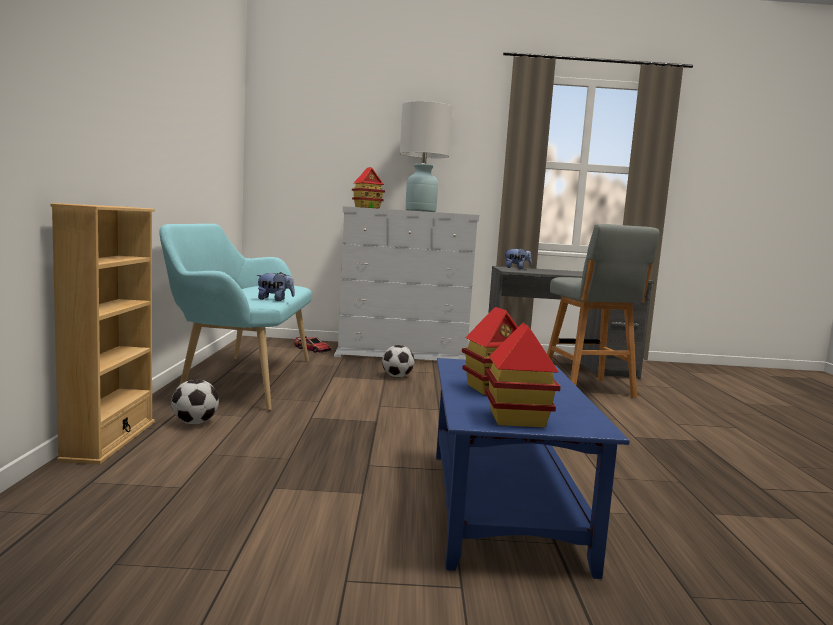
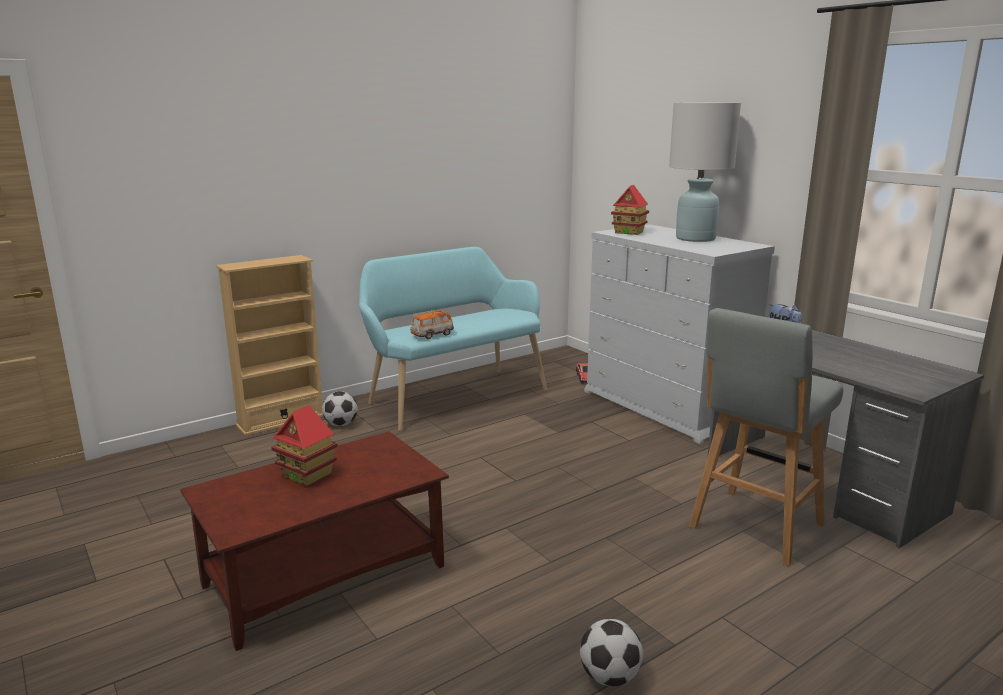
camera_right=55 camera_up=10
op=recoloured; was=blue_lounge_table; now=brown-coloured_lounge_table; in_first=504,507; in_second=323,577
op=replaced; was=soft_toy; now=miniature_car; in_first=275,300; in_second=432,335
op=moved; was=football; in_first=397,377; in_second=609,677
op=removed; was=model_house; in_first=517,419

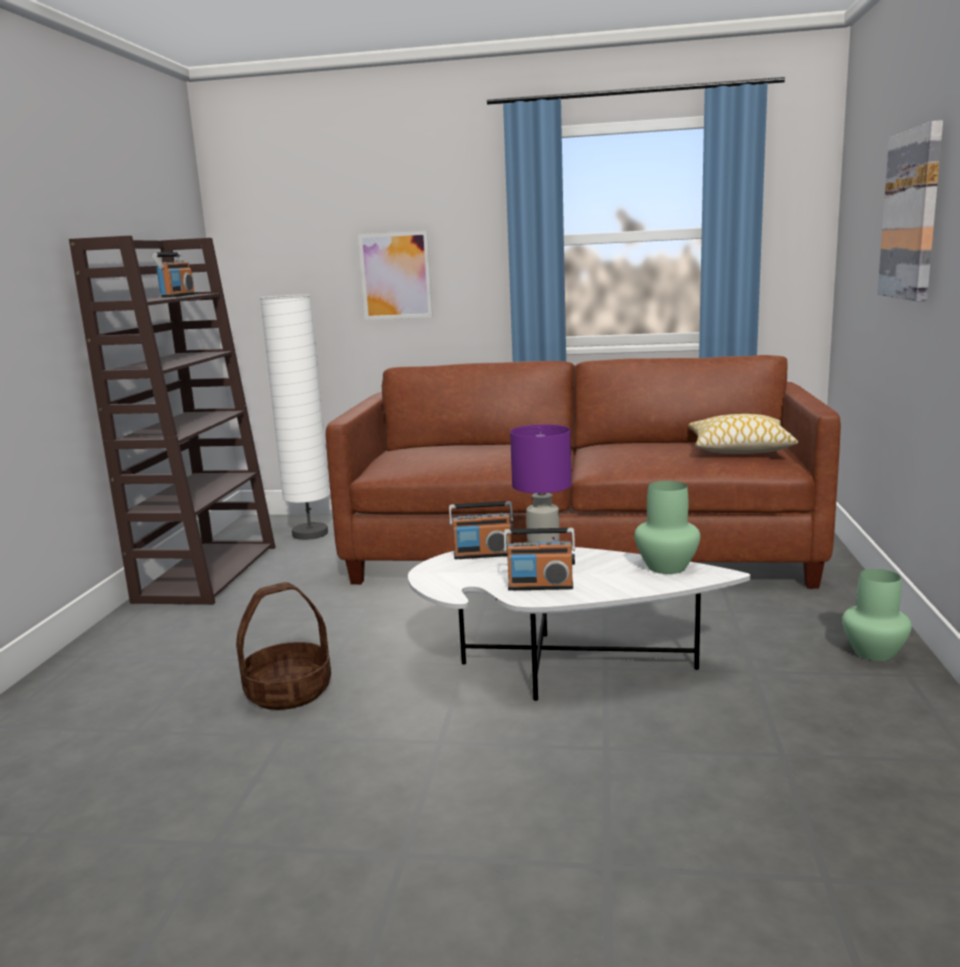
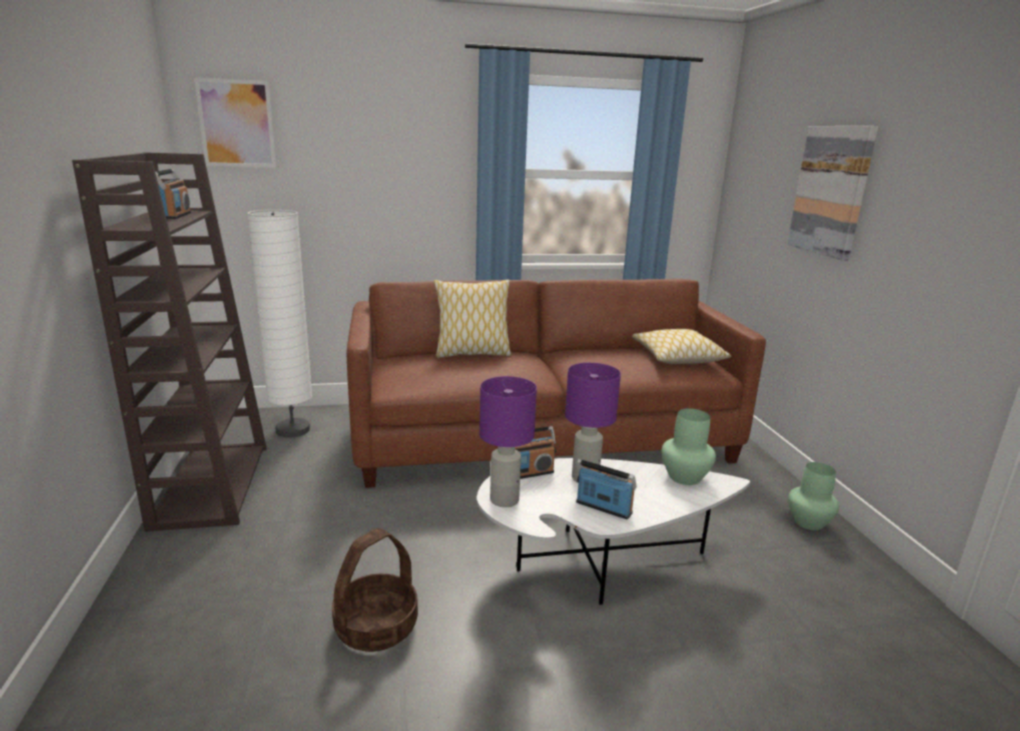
camera_right=-20 camera_up=5
op=moved; was=picture; in_first=395,276; in_second=236,124
op=added; now=cushion; in_second=472,354
op=added; now=purple_table_lamp; in_second=503,499
op=turned; was=radio_receiver; in_first=540,586; in_second=603,508; clockwise=-135

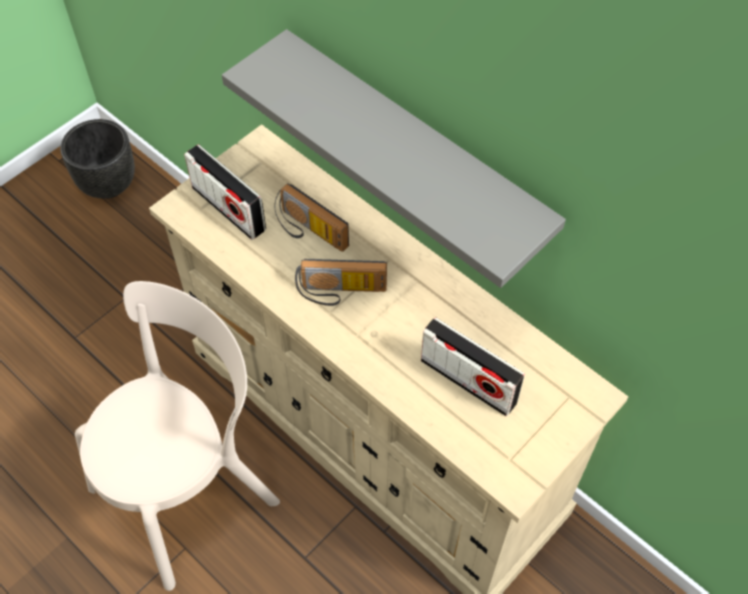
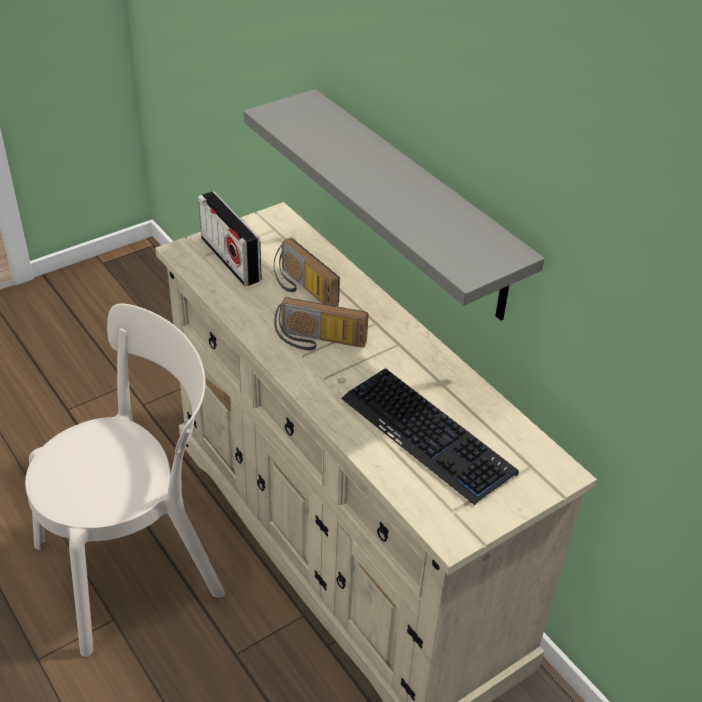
camera_right=10 camera_up=-15
op=replaced; was=radio_receiver; now=computer_keyboard; in_first=468,381; in_second=427,436
op=removed; was=black_plant_pot; in_first=109,186

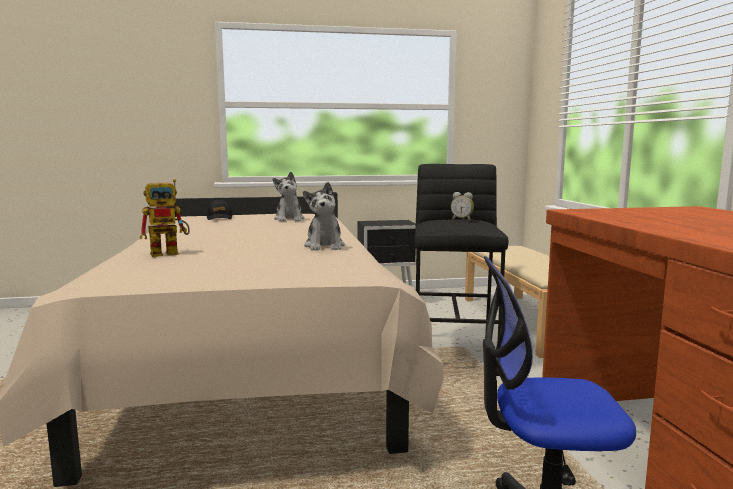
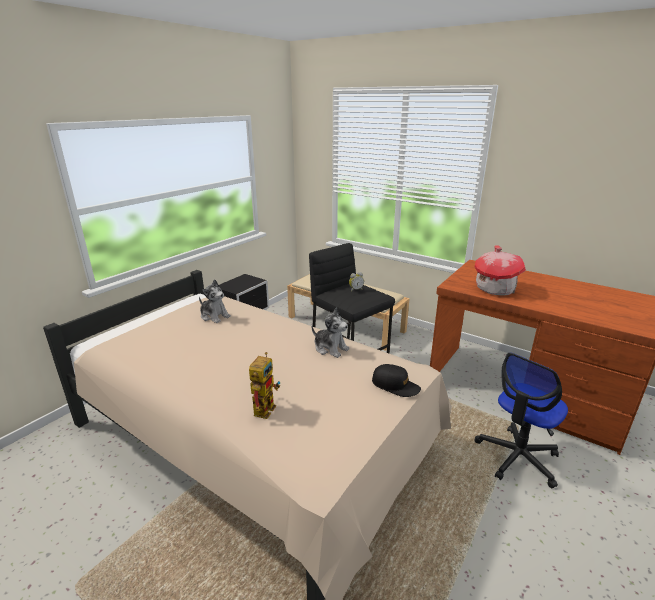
camera_right=-45 camera_up=15
op=moved; was=black_peaked_cap; in_first=219,218; in_second=395,385
op=added; now=model_house; in_second=495,288

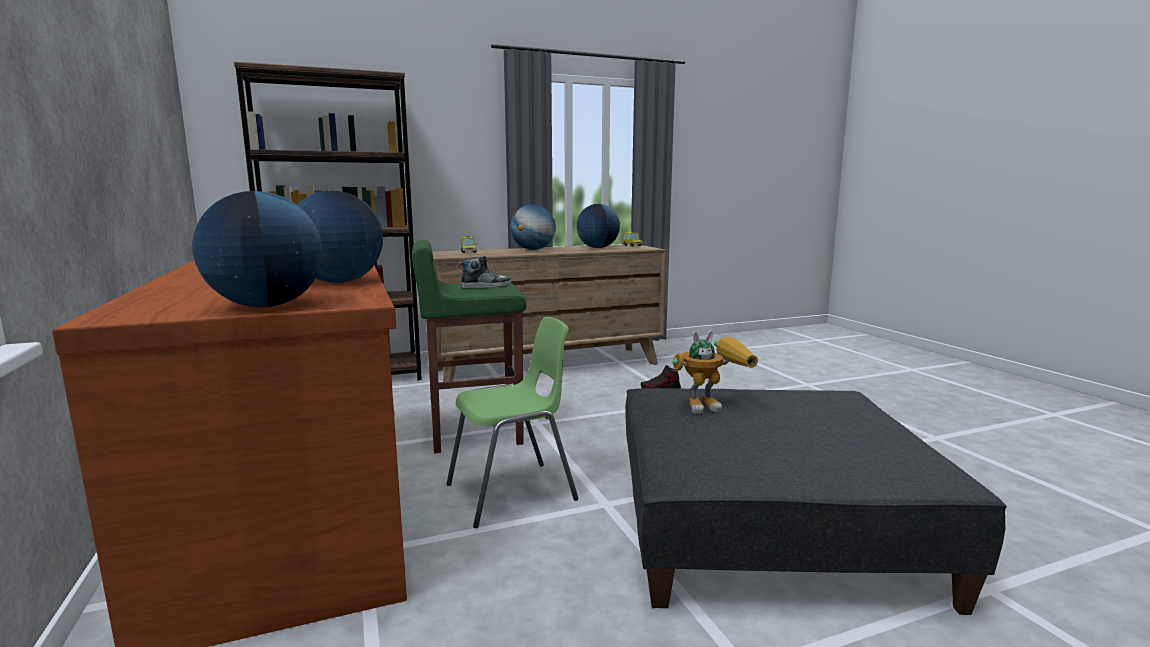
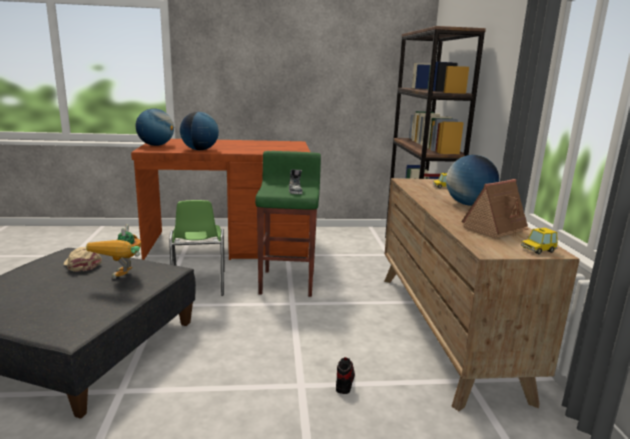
camera_right=105 camera_up=5
op=added; now=beige_peaked_cap; in_second=82,264
op=replaced; was=globe; now=model_house; in_first=597,248; in_second=495,228

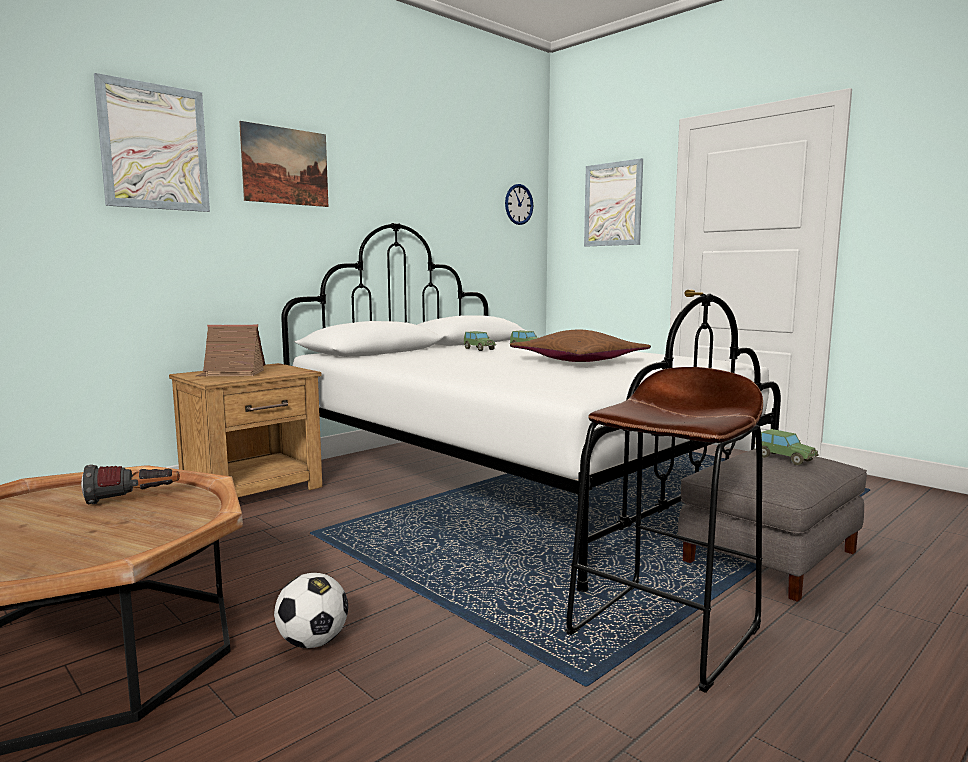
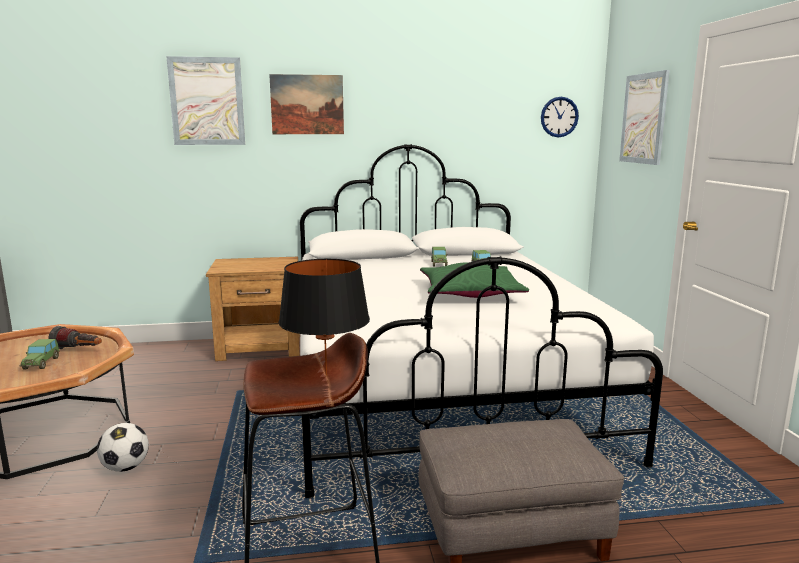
camera_right=35 camera_up=5
op=moved; was=miniature_car; in_first=784,459; in_second=41,363
op=added; now=black_table_lamp; in_second=326,375
op=recoloured; was=brown-coloured_cushion; now=greenish_cushion; in_first=578,361; in_second=470,293
op=removed; was=model_house; in_first=231,373

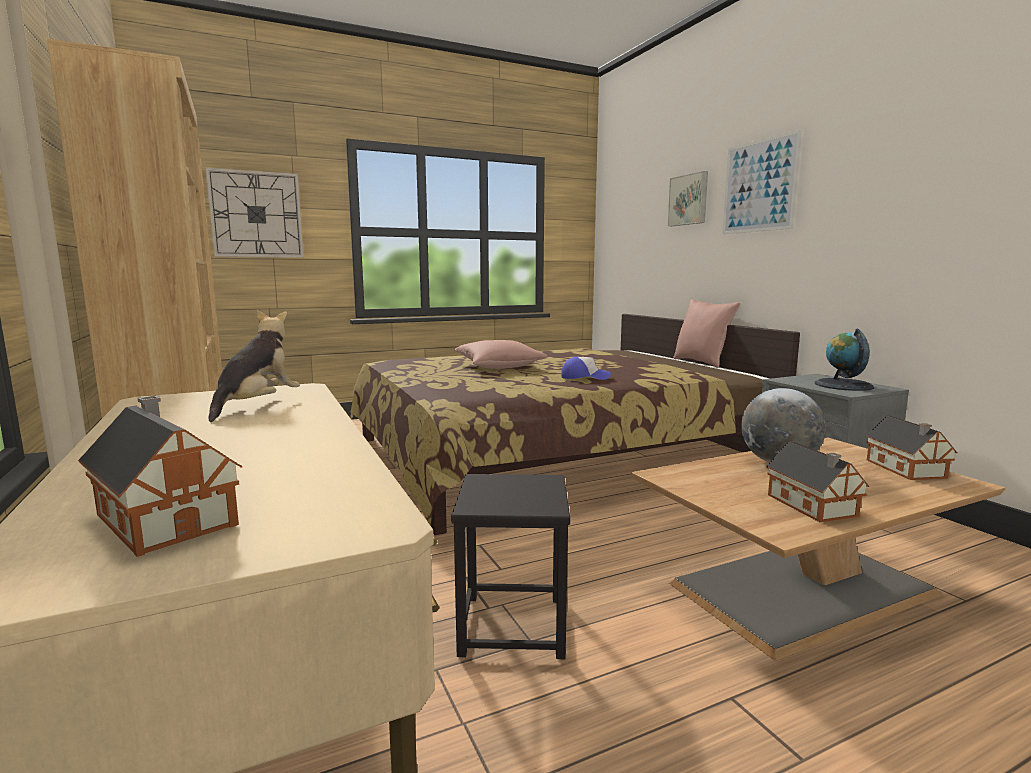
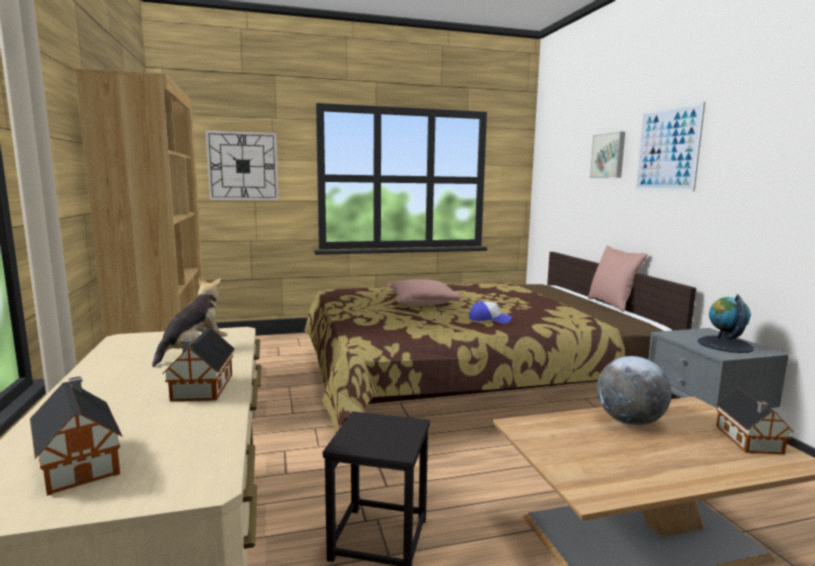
camera_right=10 camera_up=0
op=moved; was=model_house; in_first=813,506; in_second=201,388

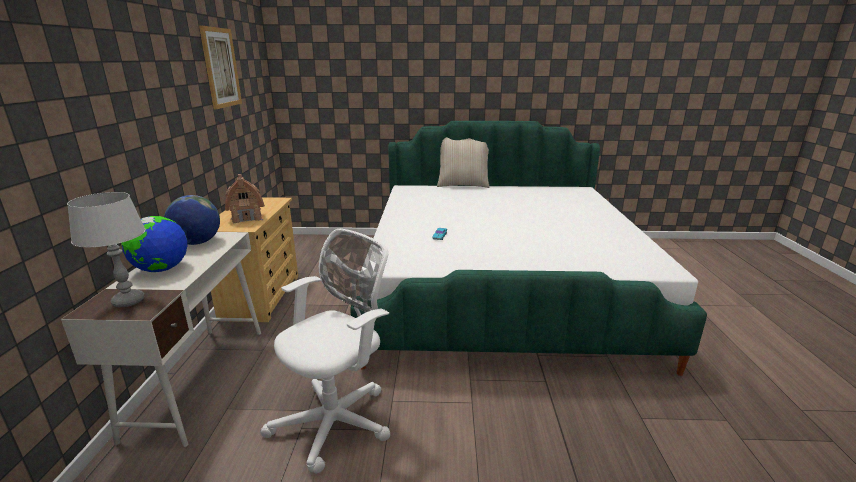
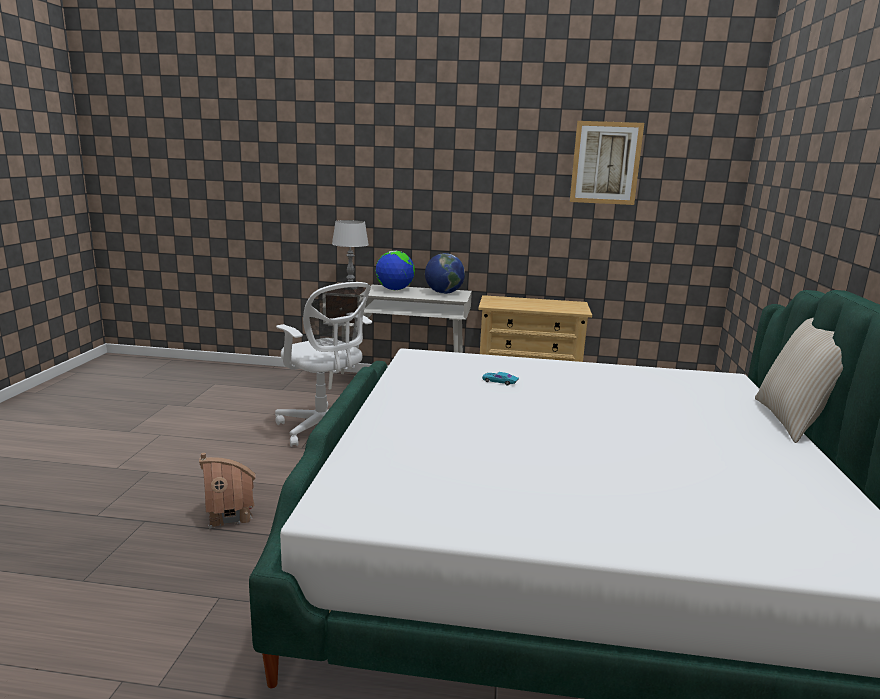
camera_right=95 camera_up=-5
op=moved; was=model_house; in_first=247,218; in_second=230,514

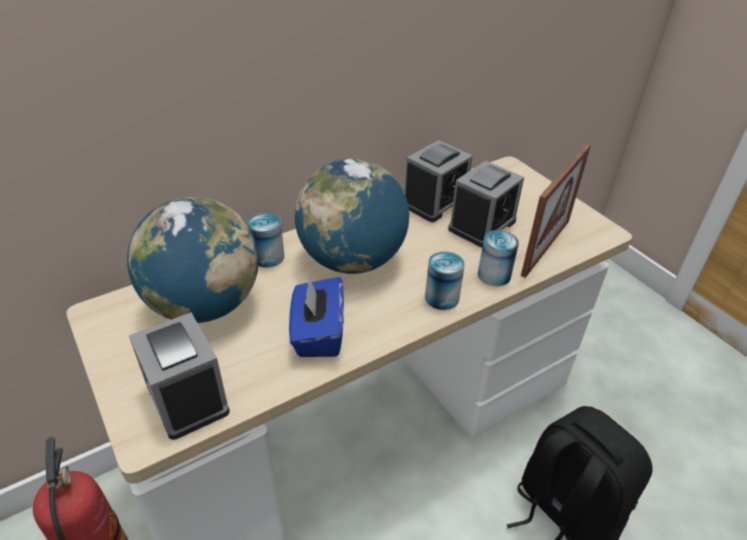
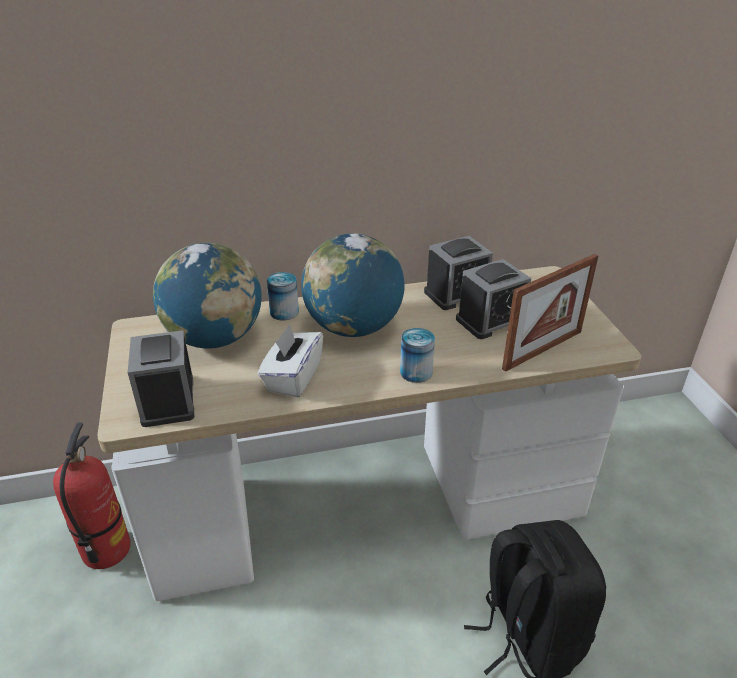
camera_right=20 camera_up=-5
op=recoloured; was=blue_box_of_tissues; now=white_box_of_tissues; in_first=318,334; in_second=293,378
op=removed; was=can; in_first=494,275

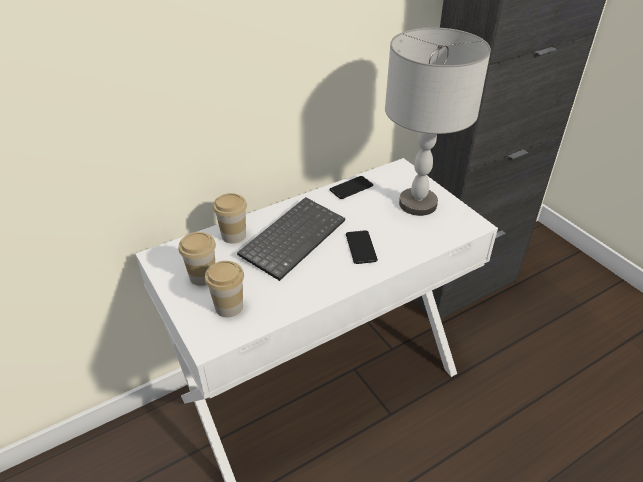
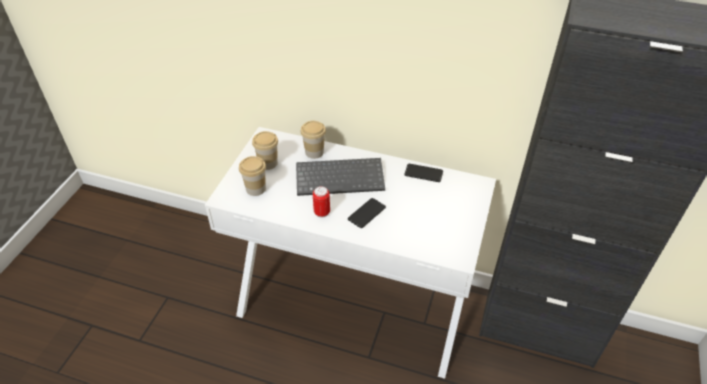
camera_right=50 camera_up=5
op=added; now=can; in_second=322,212
op=removed; was=gray_table_lamp; in_first=417,204

